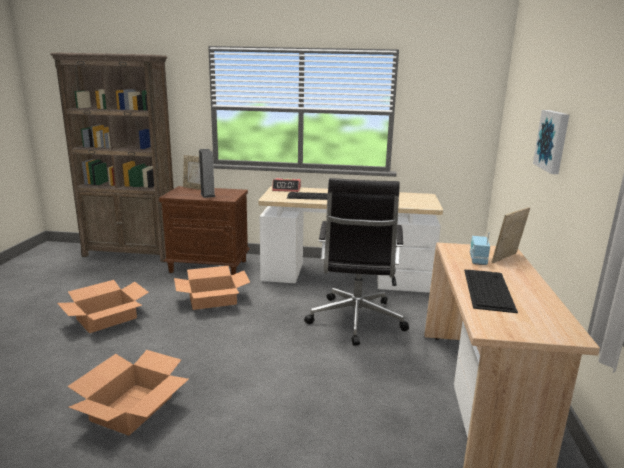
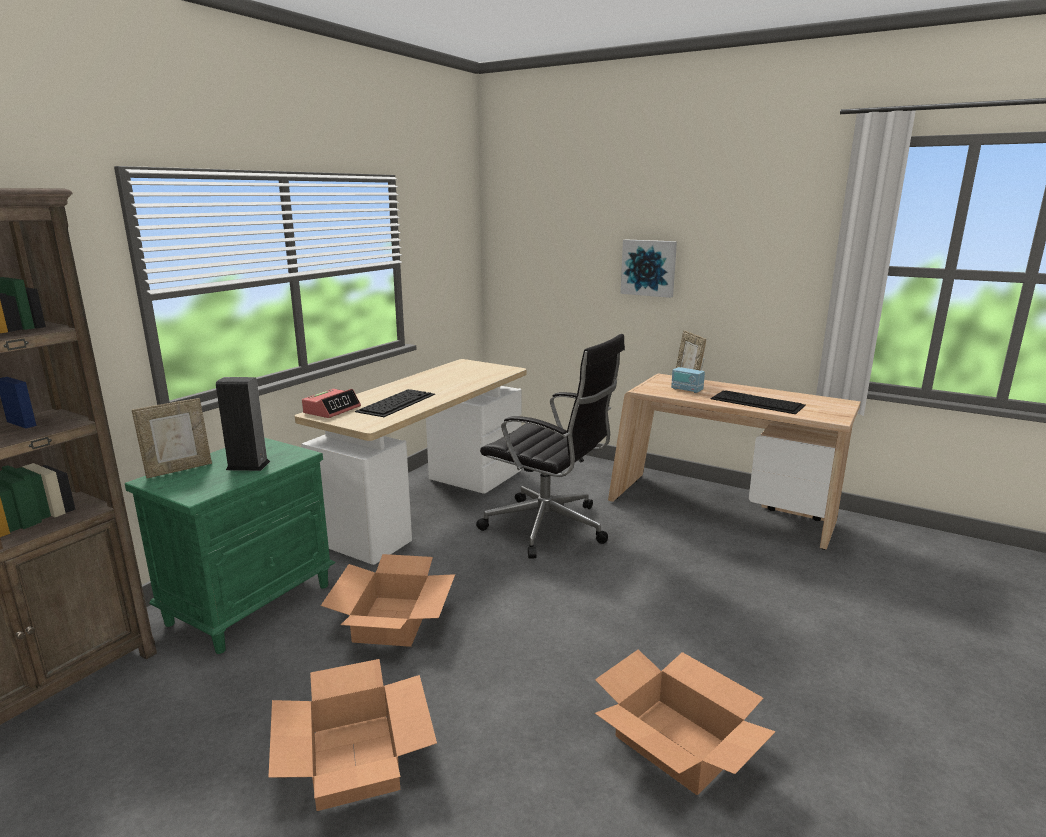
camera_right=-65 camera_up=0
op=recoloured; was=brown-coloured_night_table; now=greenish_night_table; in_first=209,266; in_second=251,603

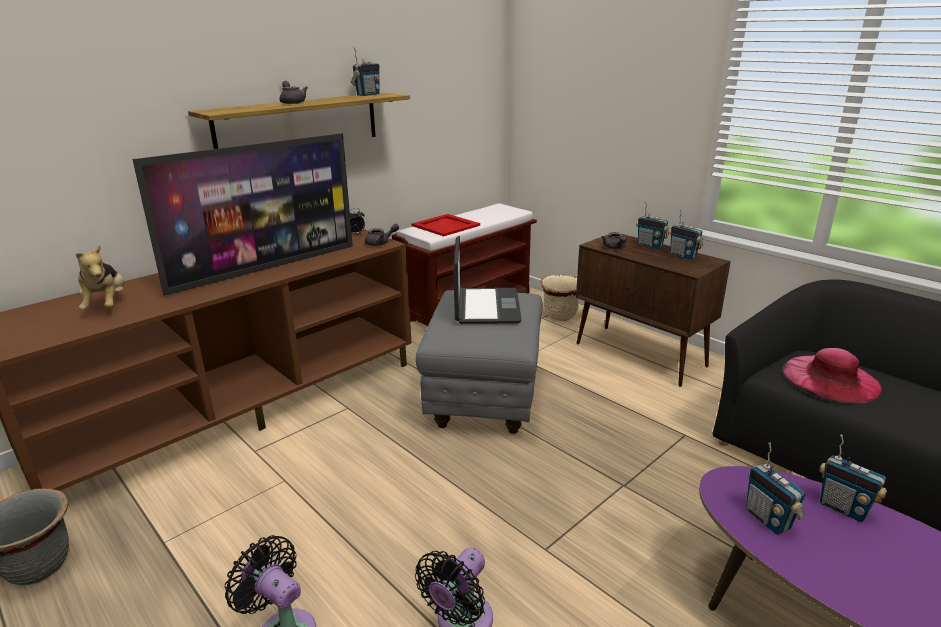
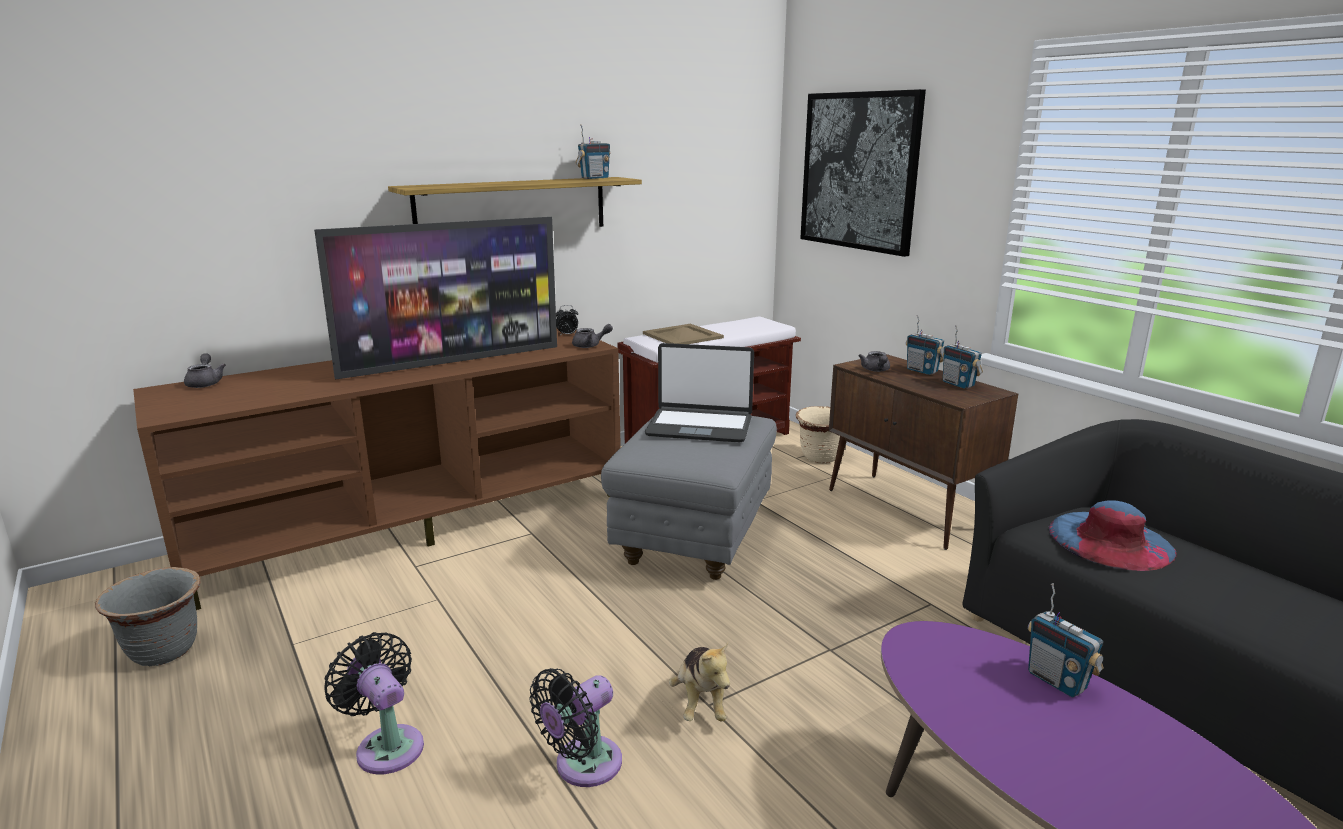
camera_right=10 camera_up=-5
op=moved; was=gray_pot_for_tea; in_first=292,102; in_second=205,383
op=recoloured; was=red_carrying_tray; now=beige_carrying_tray; in_first=445,226; in_second=682,336
op=turned; was=laptop; in_first=486,307; in_second=700,426; clockwise=90
op=moved; was=soft_toy; in_first=107,305; in_second=700,702
op=added; now=picture; in_second=859,171
op=recoloured; was=pink_clothing_hat; now=blue_clothing_hat; in_first=830,378; in_second=1110,540
op=removed; was=radio_receiver; in_first=768,519

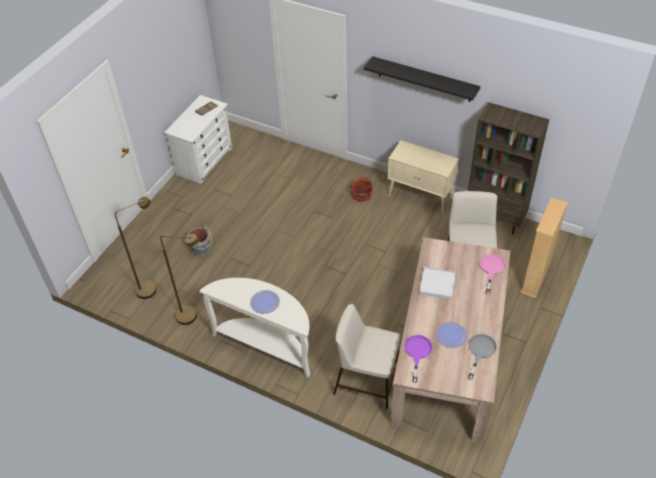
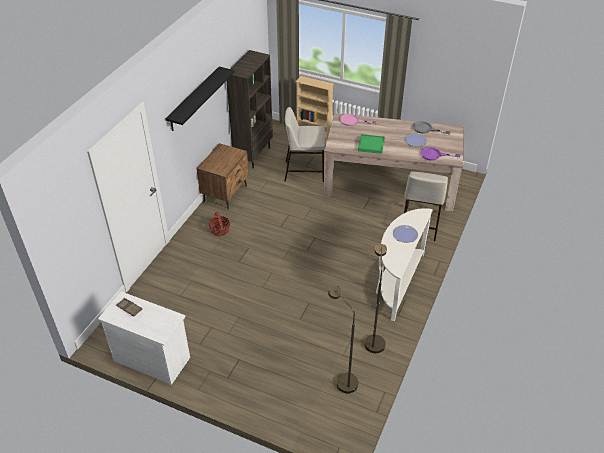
camera_right=-95 camera_up=-5
op=replaced; was=beige_cabinet; now=brown-coloured_night_table; in_first=421,197; in_second=226,194
op=recoloured; was=white_carrying_tray; now=greenish_carrying_tray; in_first=437,284; in_second=371,145
op=removed; was=gray_bucket; in_first=201,249

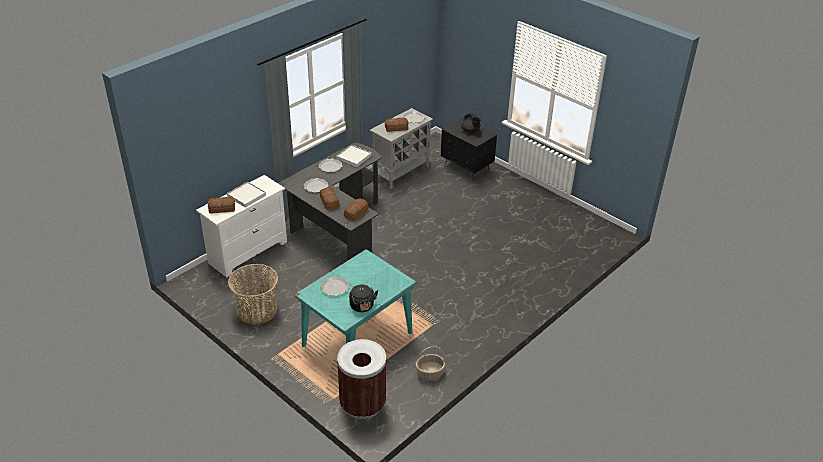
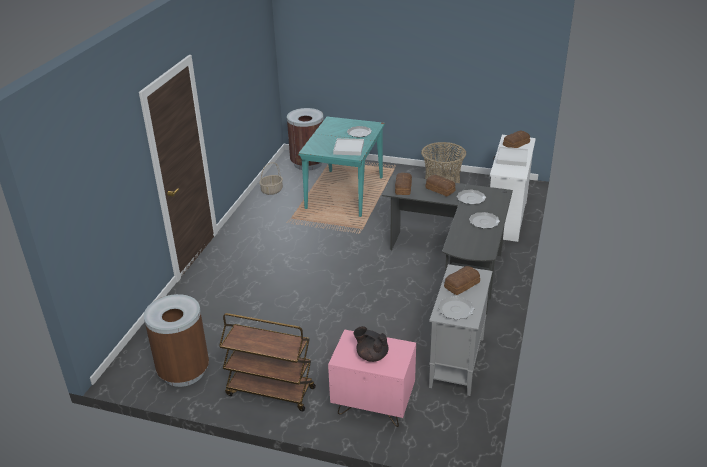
camera_right=155 camera_up=-5
op=added; now=brown-coloured_rubbish_bin; in_second=184,371
op=added; now=brown-coloured_wheeled_cart; in_second=270,391
op=recoloured; was=black_night_table; now=pink_night_table; in_first=467,169; in_second=373,406
op=moved; was=white_carrying_tray; in_first=353,157; in_second=348,148
op=removed; was=black_kettle; in_first=362,307

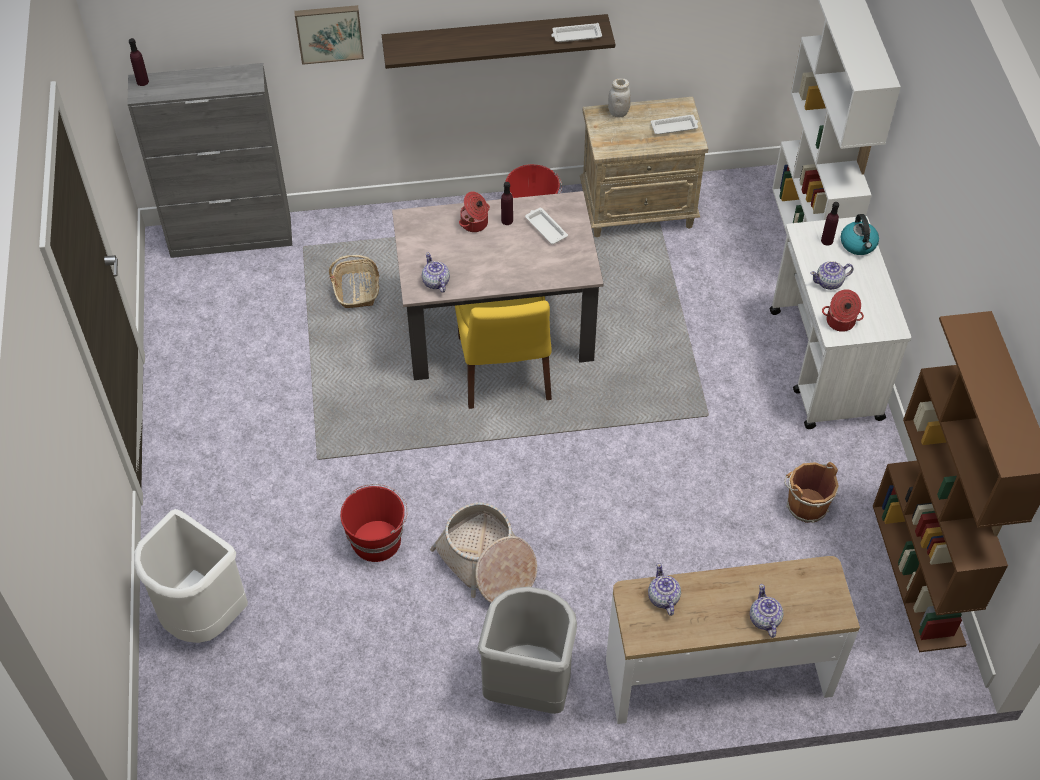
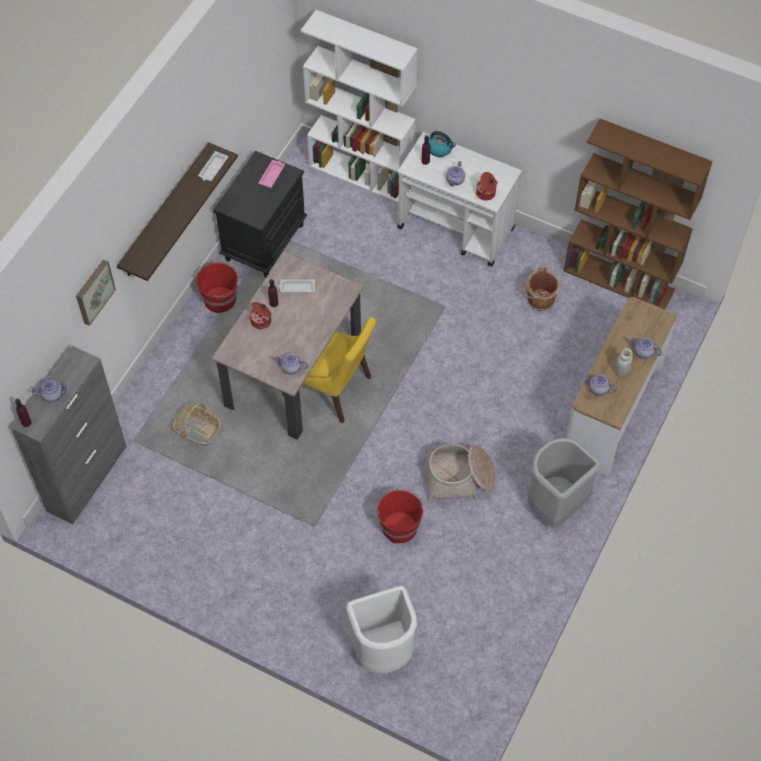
camera_right=-55 camera_up=5
op=added; now=pot_for_tea; in_second=52,395
op=recoloured; was=beige_night_table; now=black_night_table; in_first=639,209; in_second=265,241
op=recoloured; was=white_carrying_tray; now=pink_carrying_tray; in_first=675,127; in_second=272,175
op=moved; was=white_jar; in_first=618,113; in_second=621,371

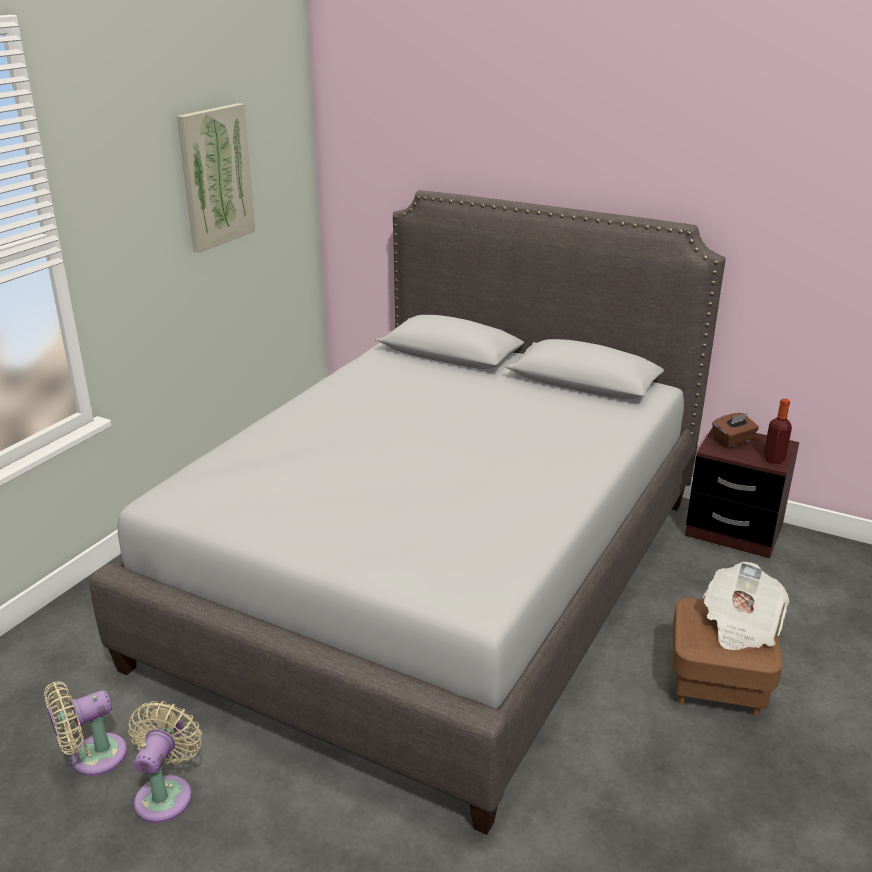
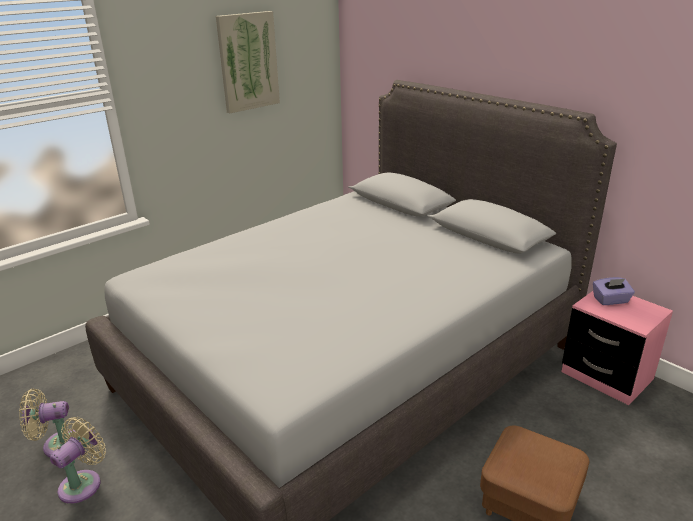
camera_right=20 camera_up=0
op=recoloured; was=brown-coloured_night_table; now=pink_night_table; in_first=733,531; in_second=606,376
op=recoloured; was=brown-coloured_box_of_tissues; now=purple_box_of_tissues; in_first=733,441; in_second=611,300
op=removed; was=newspaper; in_first=740,625
op=removed; was=bottle; in_first=774,459

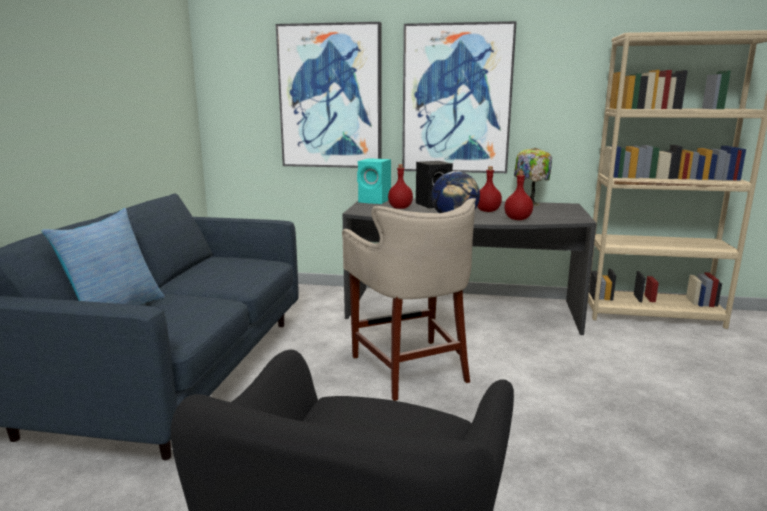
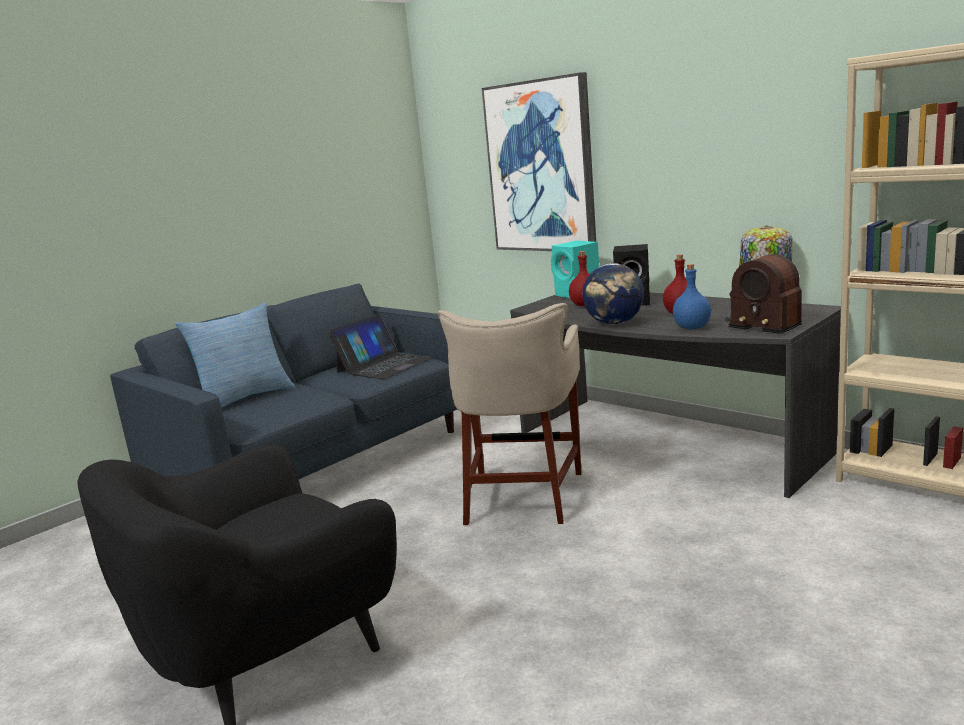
camera_right=35 camera_up=0
op=added; now=laptop; in_second=384,365
op=recoloured; was=red_bottle; now=blue_bottle; in_first=517,219; in_second=692,327
op=added; now=radio_receiver; in_second=763,323
op=removed; was=picture; in_first=456,100

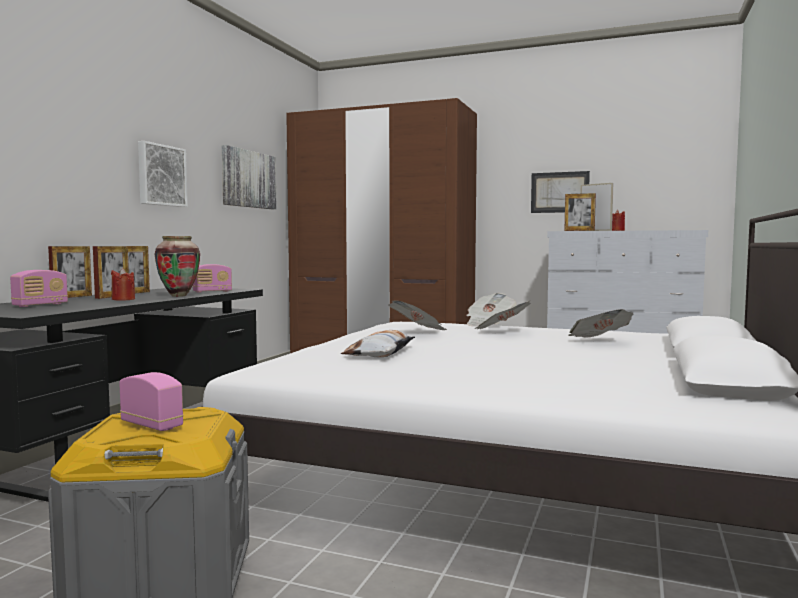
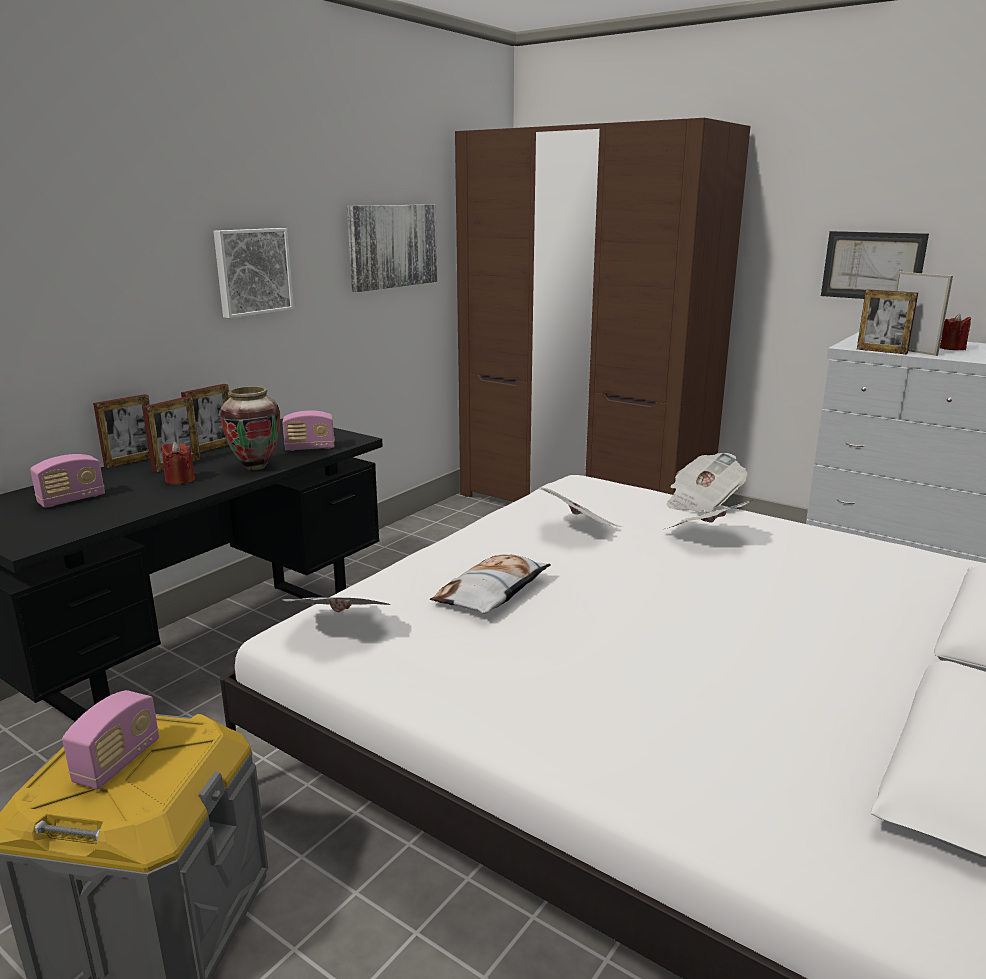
camera_right=15 camera_up=15
op=turned; was=radio_receiver; in_first=152,425; in_second=118,762; clockwise=60
op=moved; was=newspaper; in_first=599,341; in_second=342,627

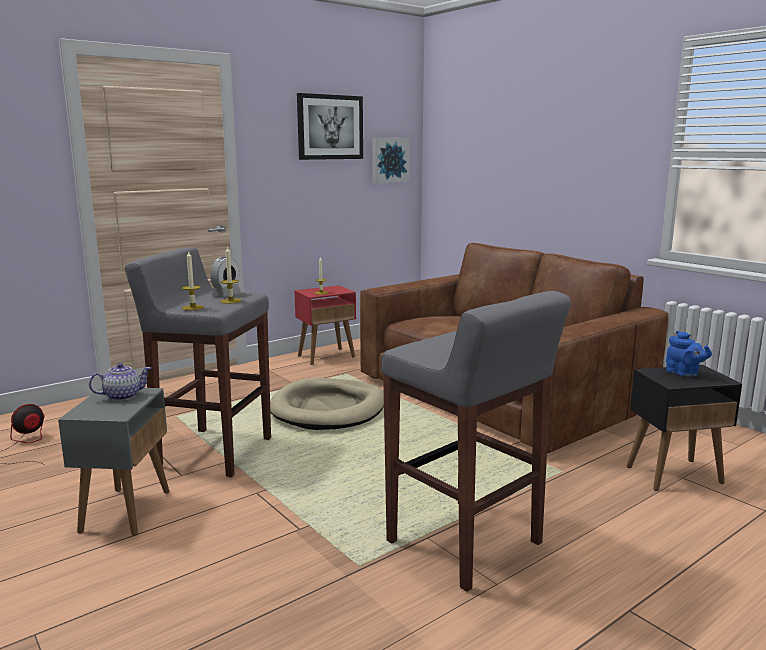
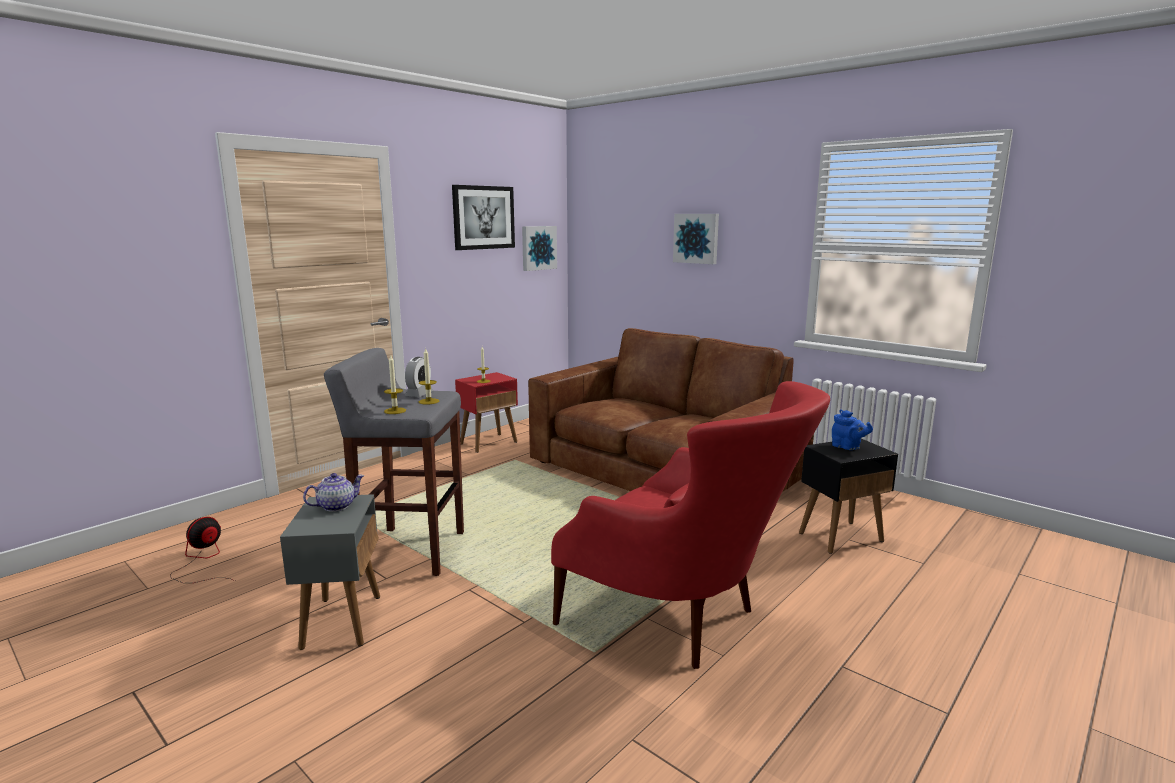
camera_right=-10 camera_up=0
op=replaced; was=gray_stool_seat; now=red_easy_chair; in_first=465,544; in_second=683,620
op=added; now=picture; in_second=696,238
op=removed; was=beige_dog_cushion; in_first=328,409

